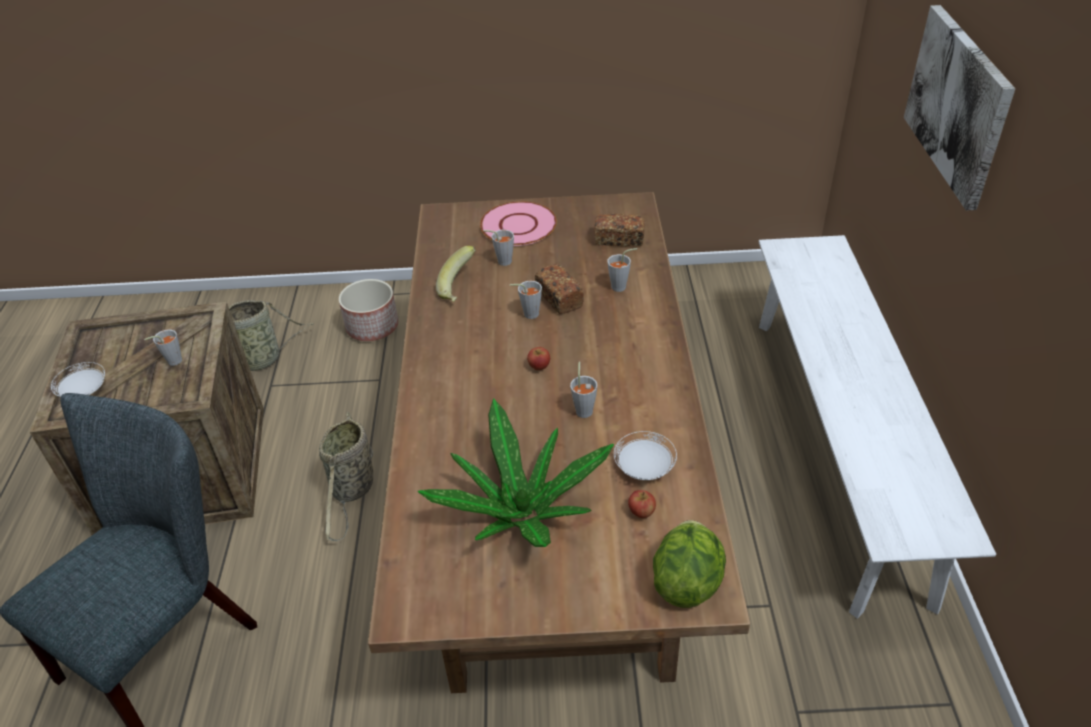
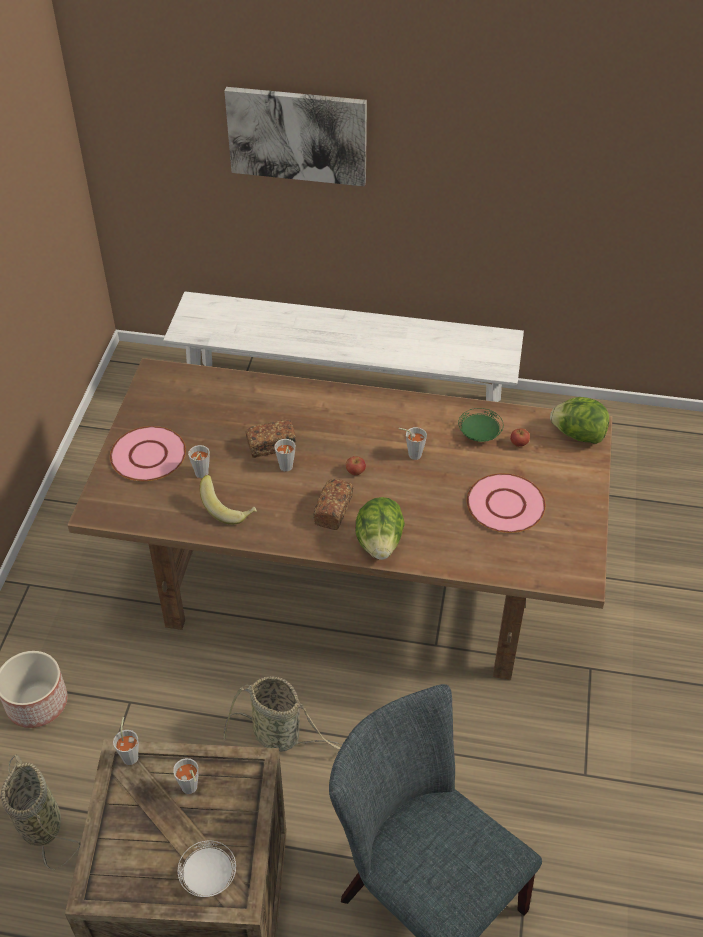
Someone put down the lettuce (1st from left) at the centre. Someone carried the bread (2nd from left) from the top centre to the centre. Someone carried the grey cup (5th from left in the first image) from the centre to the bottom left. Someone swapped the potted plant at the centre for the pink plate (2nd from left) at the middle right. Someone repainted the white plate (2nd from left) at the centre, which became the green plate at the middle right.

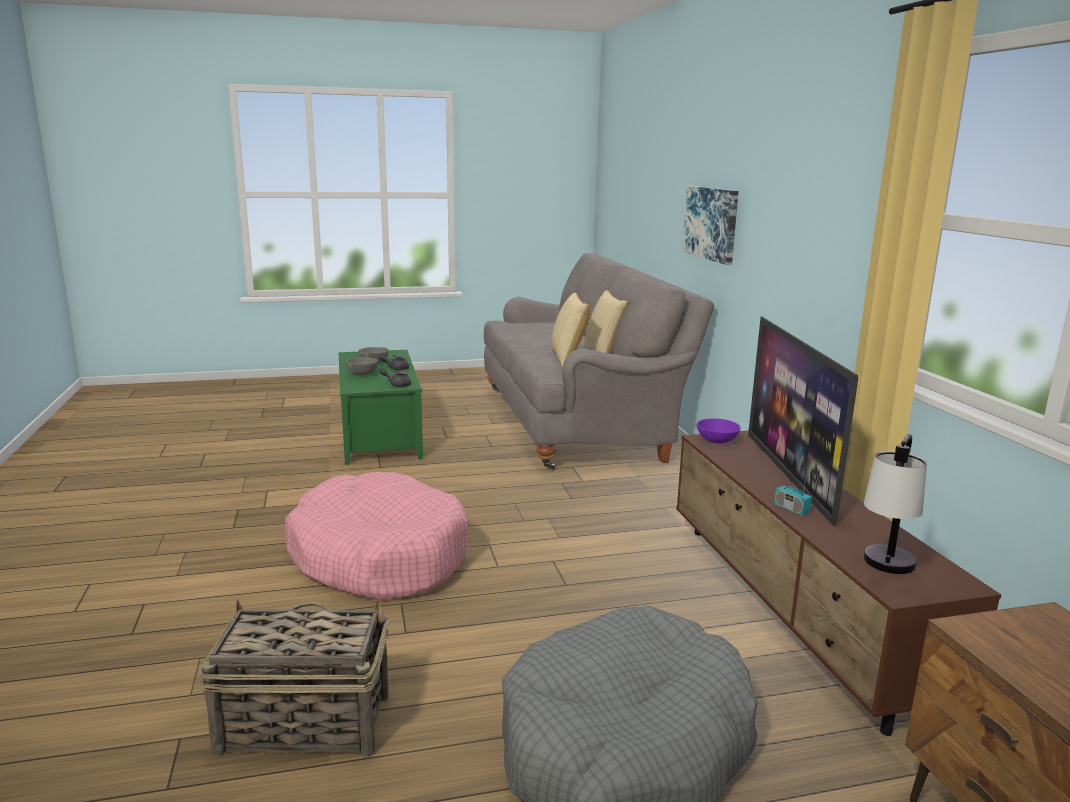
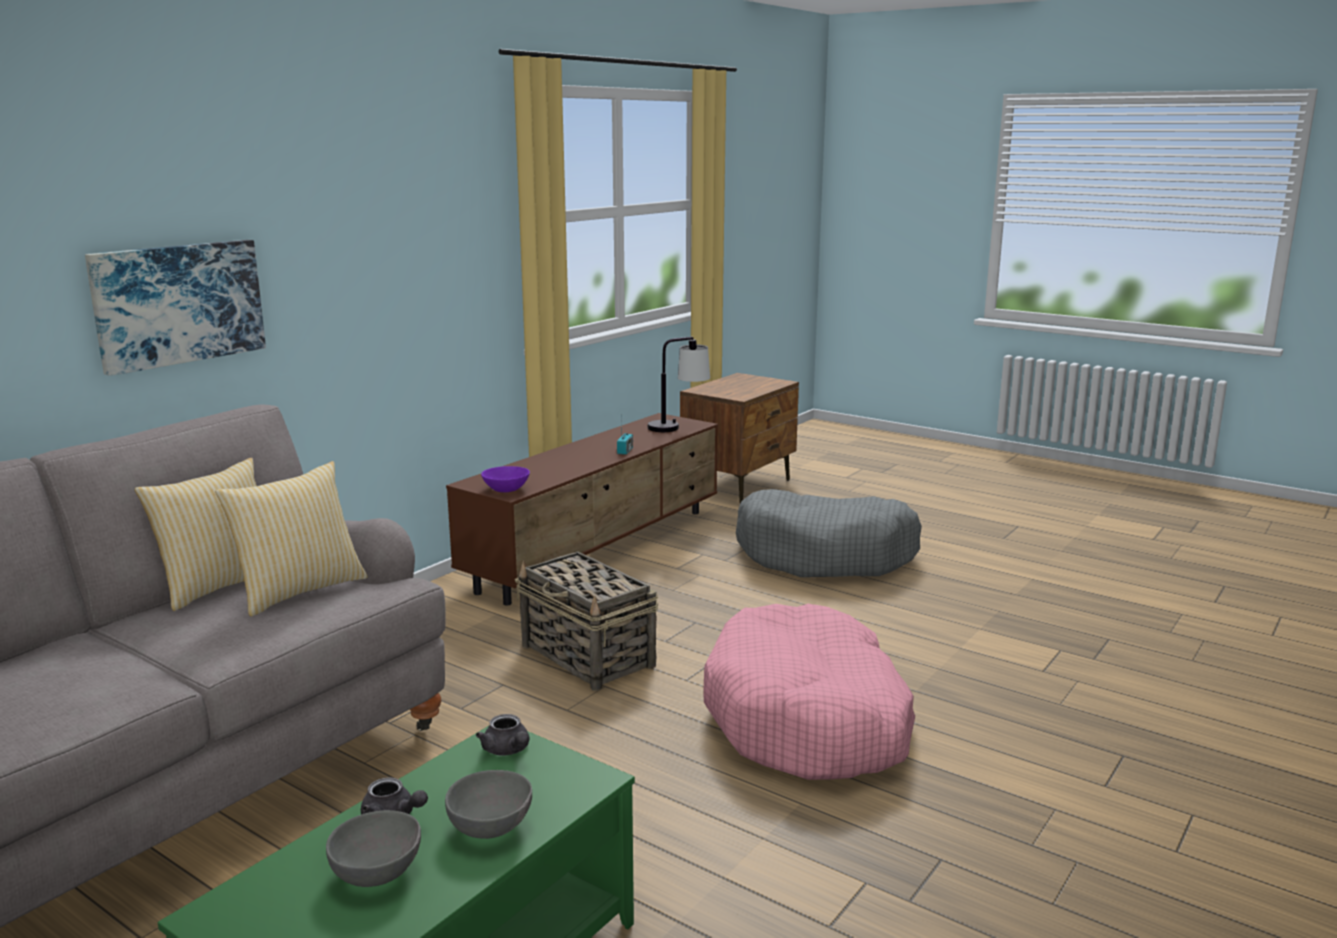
Someone took away the television at the middle right. Someone carried the basket from the bottom left to the centre.

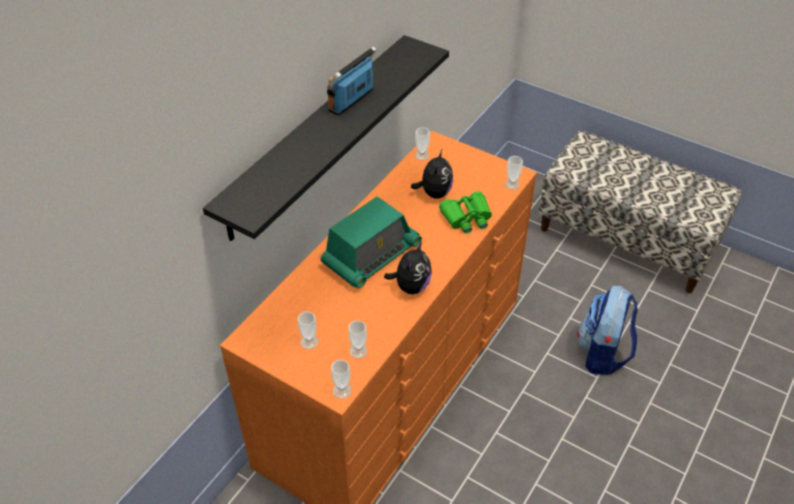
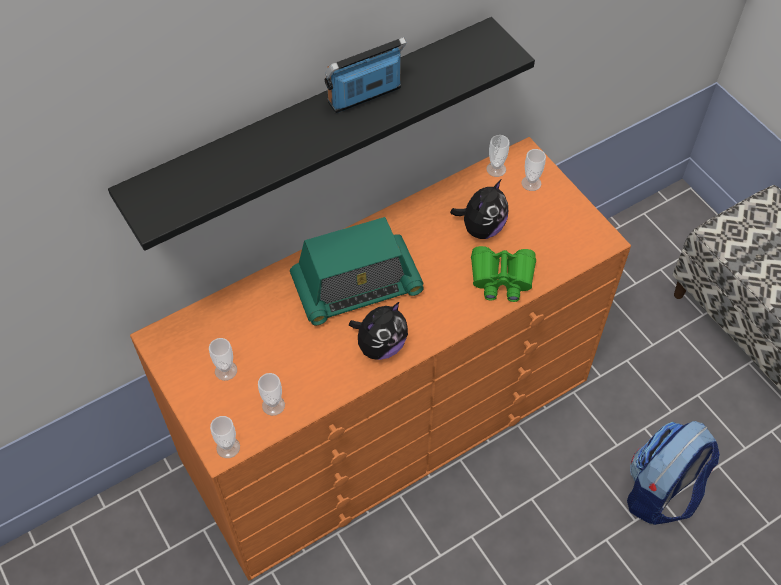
Someone carried the cup (5th from left) from the centre to the top right.

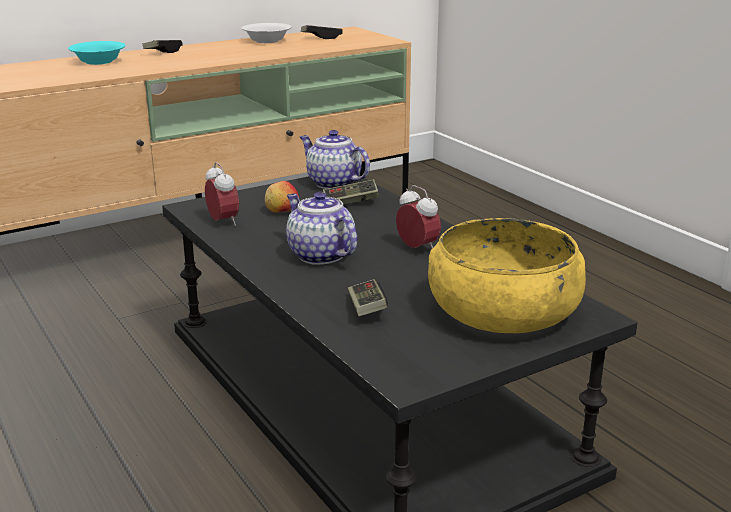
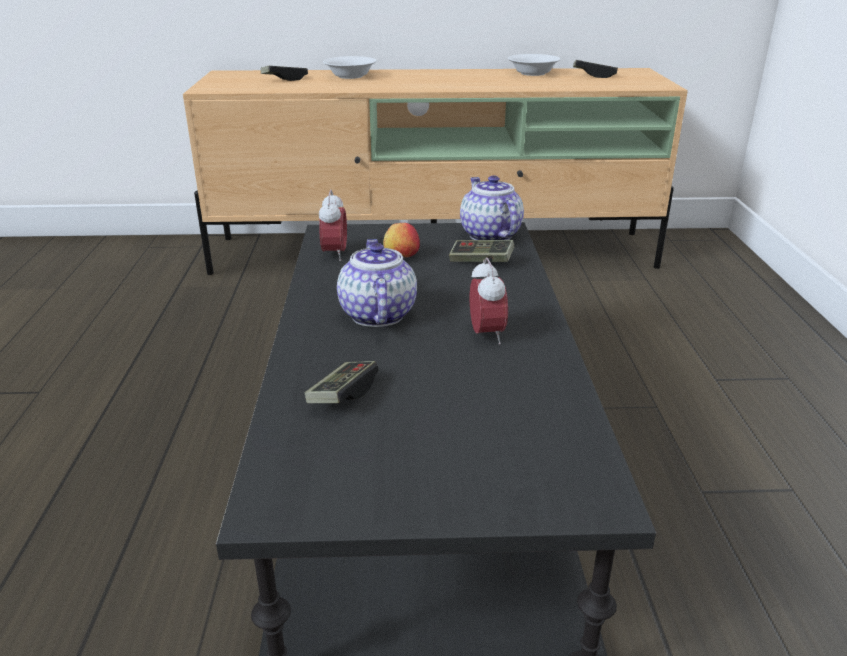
Someone took away the yellow bowl at the middle right. Someone carried the game controller (1st from left) from the top left to the top centre. Someone repainted the turquoise bowl at the top left, which became the white bowl (1st from left) at the top centre.

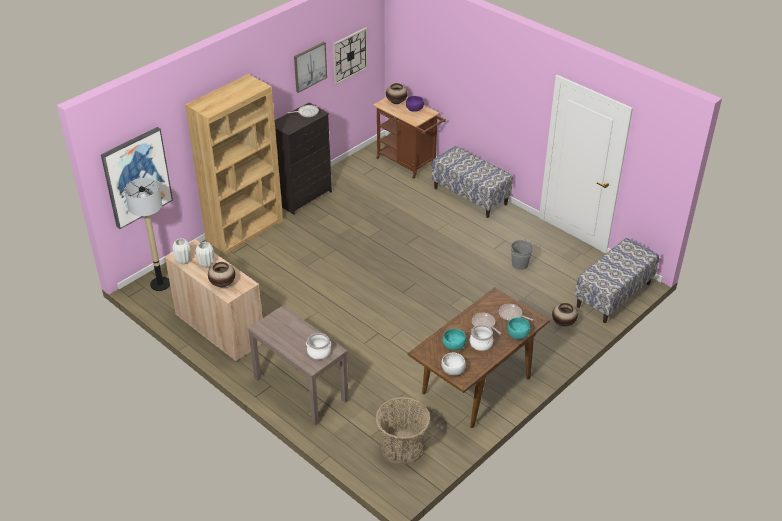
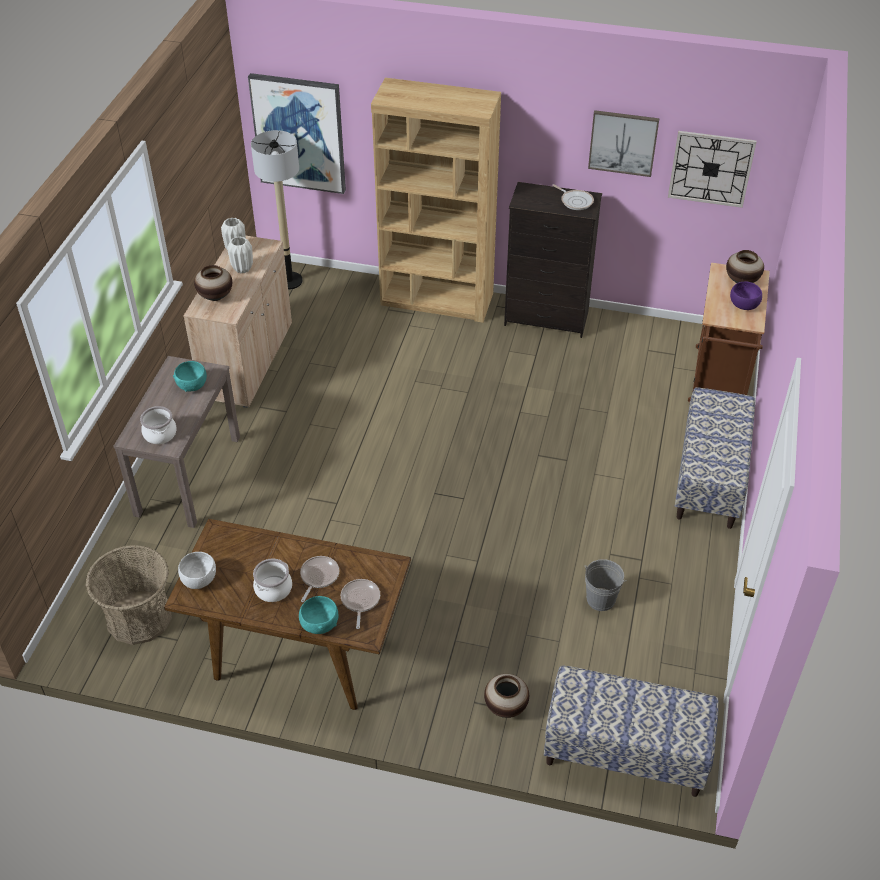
Someone carried the turquoise bowl (1st from left) from the centre to the middle left.

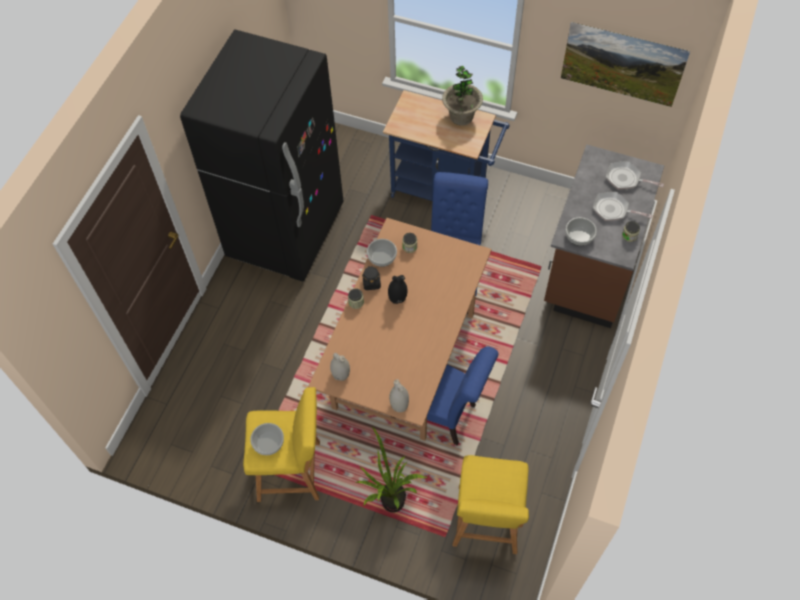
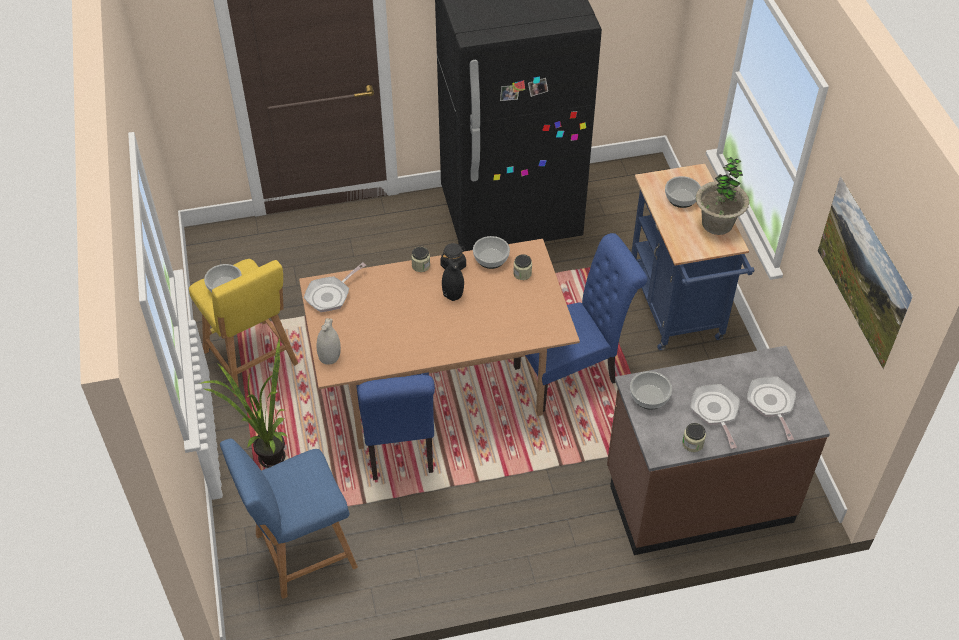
Someone put down the bowl (4th from left) at the top right. Someone swapped the white vase (1st from left) at the centre for the frying pan (1st from left) at the centre. Someone repainted the yellow stool (2nd from left) at the bottom centre, which became the blue stool at the bottom left.

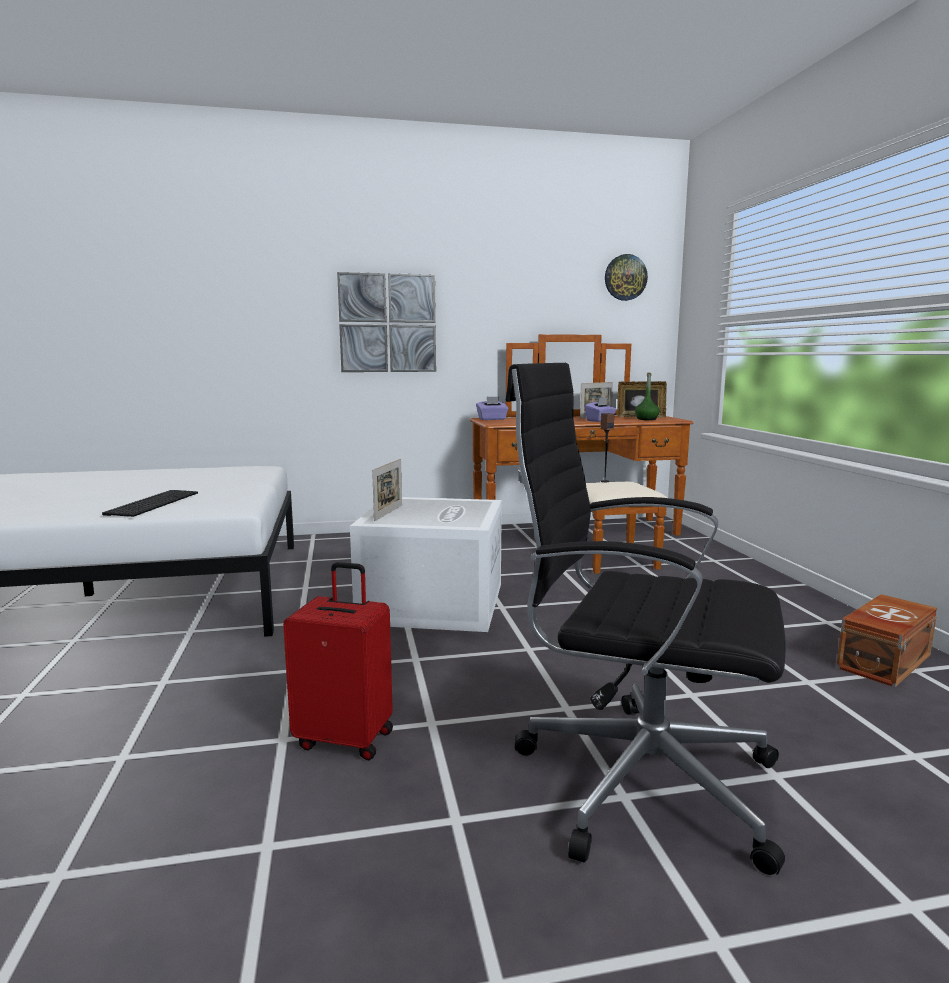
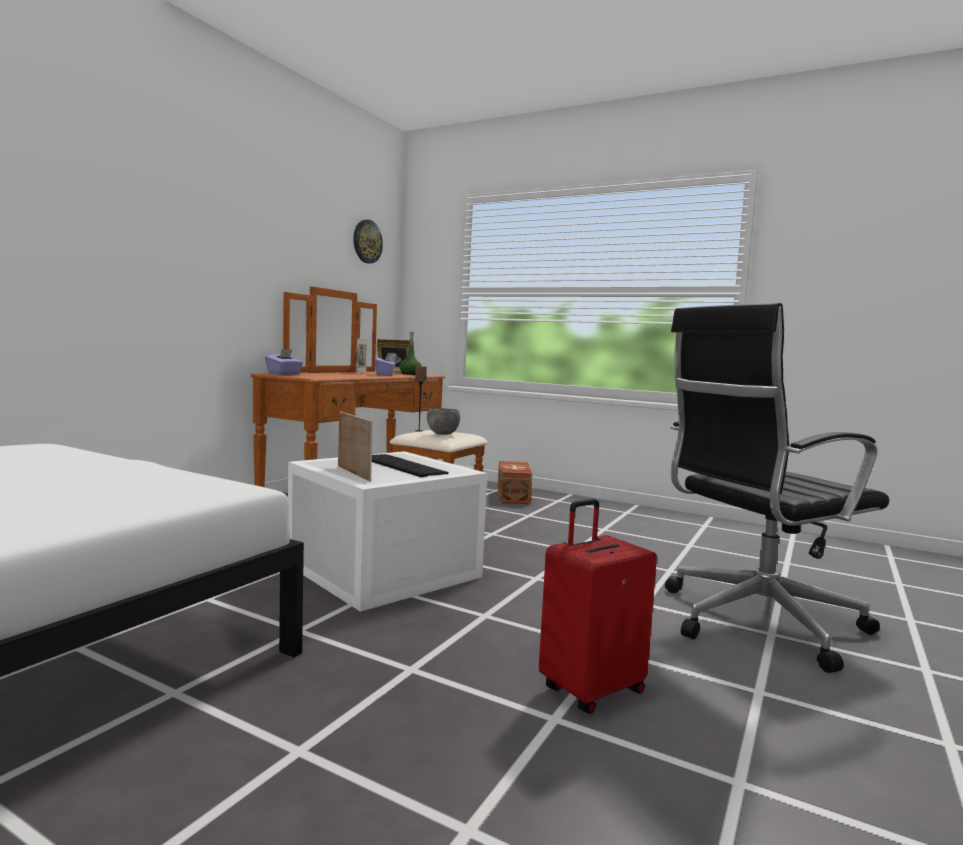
Someone took away the picture at the top centre. Someone put down the grey bowl at the centre. Someone carried the keyboard from the middle left to the centre. Someone carried the brown storage box from the middle right to the centre.

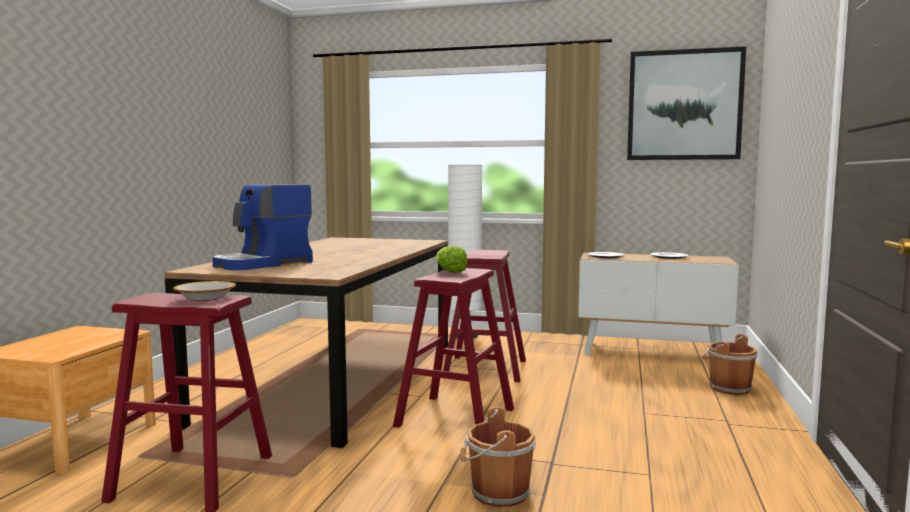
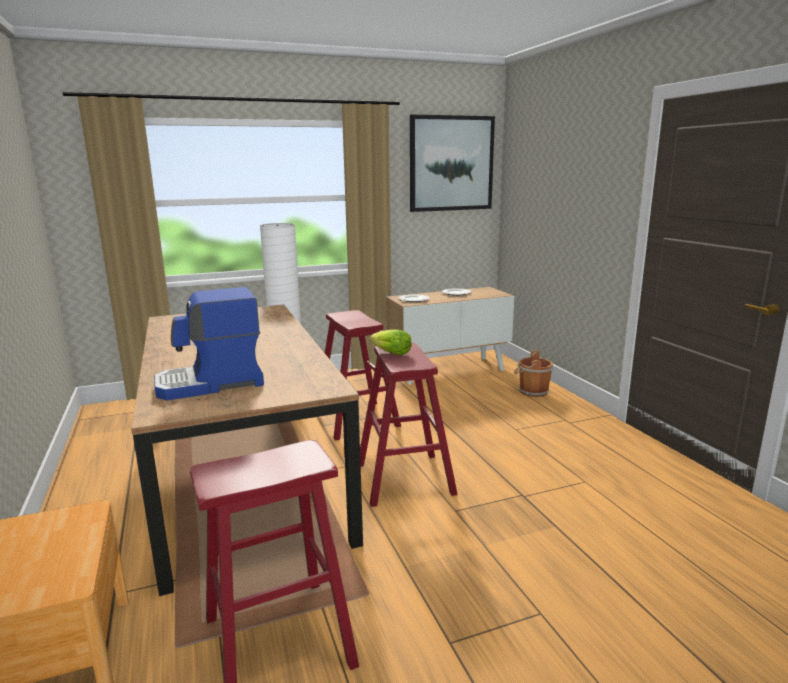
Someone took away the bowl at the middle left. Someone took away the brown bucket (1st from left) at the bottom centre. Someone rotated the coffee machine at the middle left by 60 degrees clockwise.

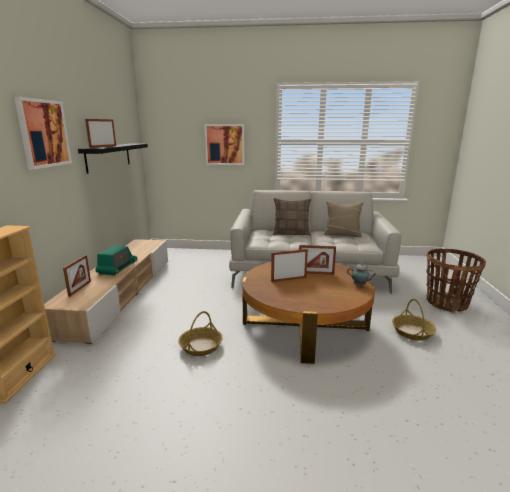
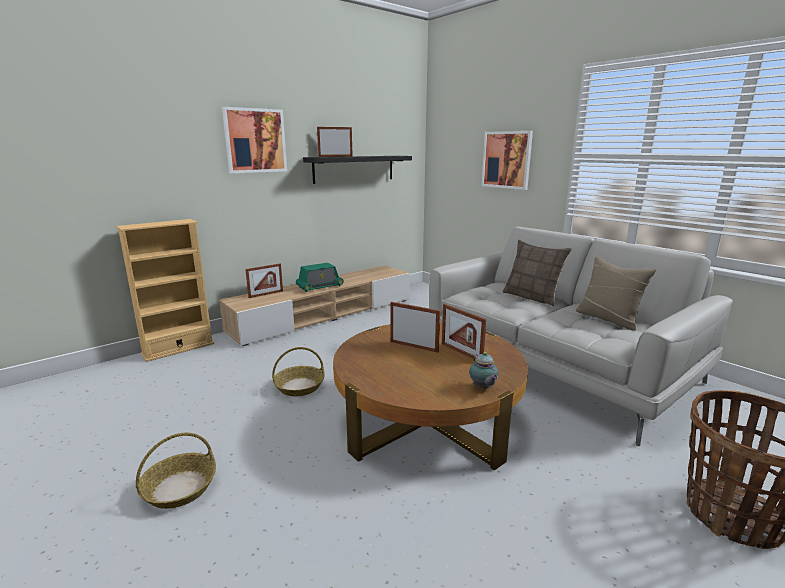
Someone carried the basket (2nd from left in the first image) from the middle right to the bottom left.

